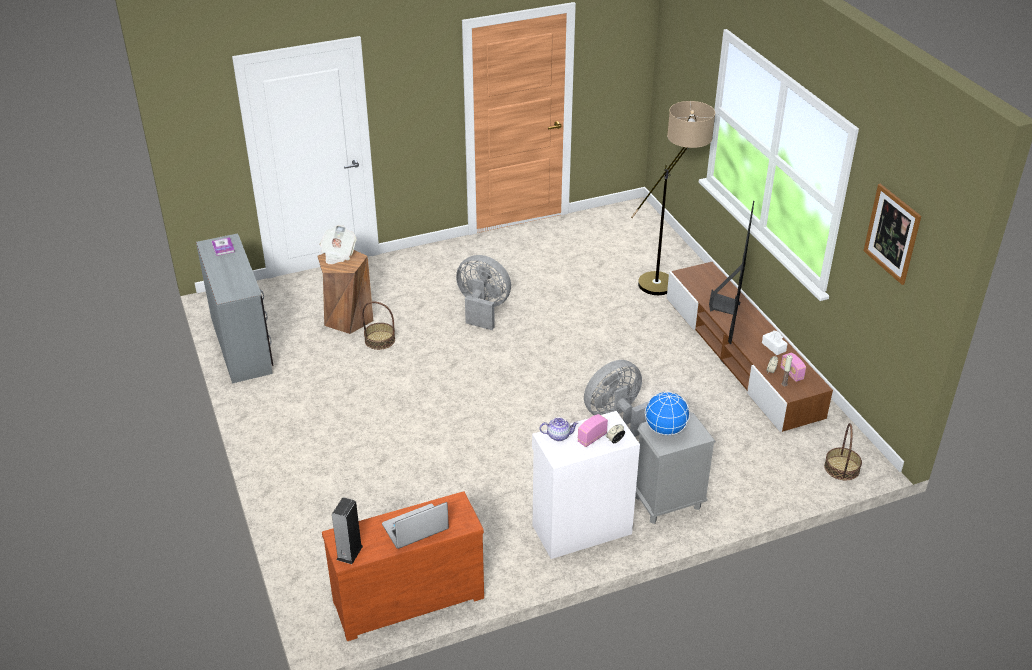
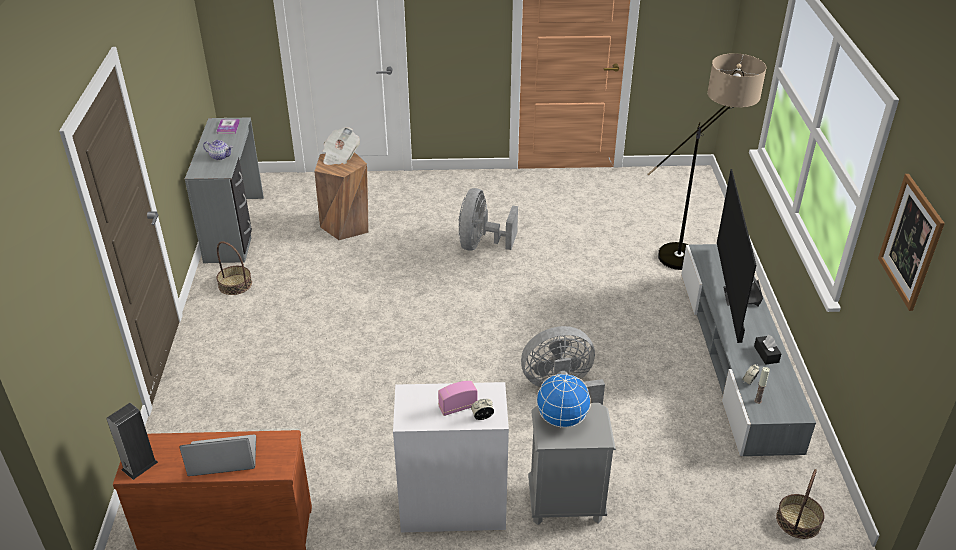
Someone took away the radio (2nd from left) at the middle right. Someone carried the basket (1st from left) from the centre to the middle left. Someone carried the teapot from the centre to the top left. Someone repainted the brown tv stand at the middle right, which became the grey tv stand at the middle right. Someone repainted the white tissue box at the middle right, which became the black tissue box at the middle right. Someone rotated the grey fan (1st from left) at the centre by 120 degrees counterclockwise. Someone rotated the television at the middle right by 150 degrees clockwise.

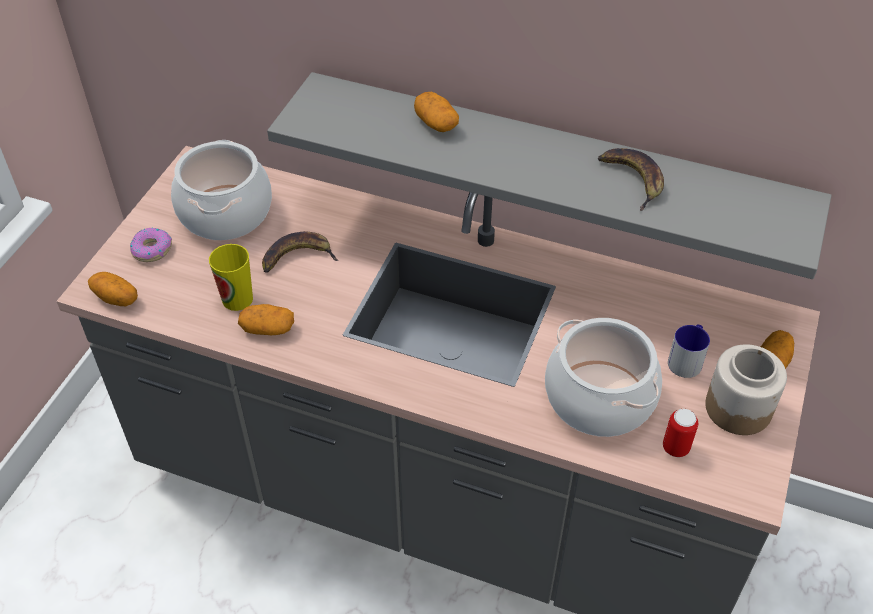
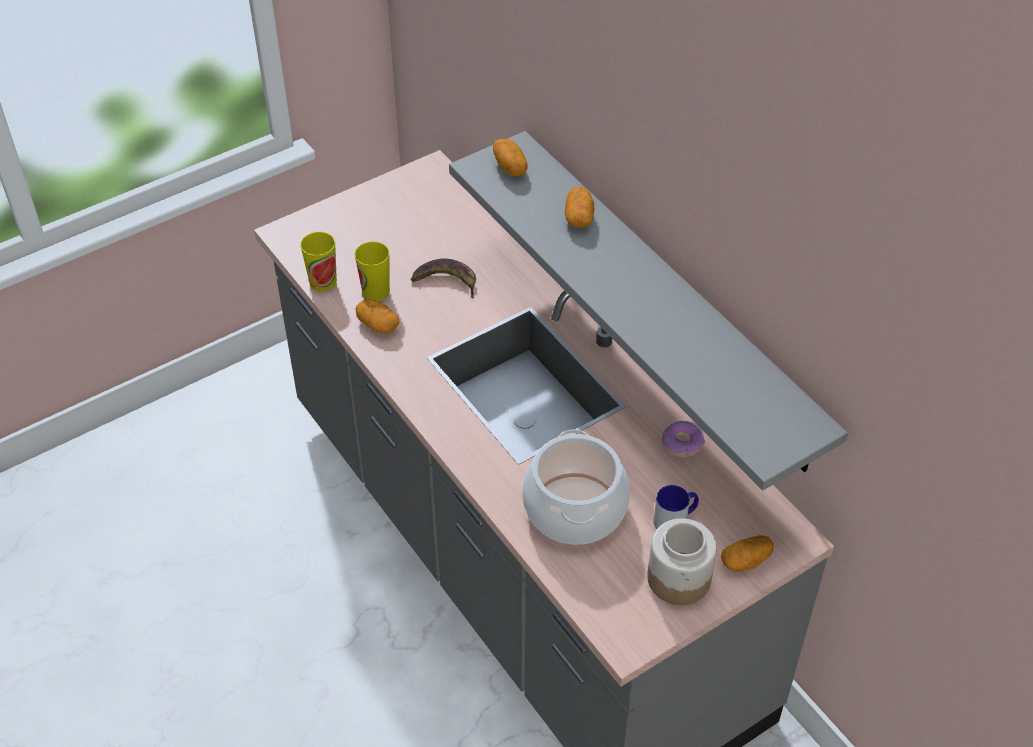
Someone took away the cooking pot (1st from left) at the top left. Someone took away the banana (2nd from left) at the top right. Someone took away the can at the bottom right. Someone put down the cup (1st from left) at the middle left. Someone carried the potato (1st from left in the first image) from the middle left to the top centre. Someone carried the donut from the middle left to the centre.

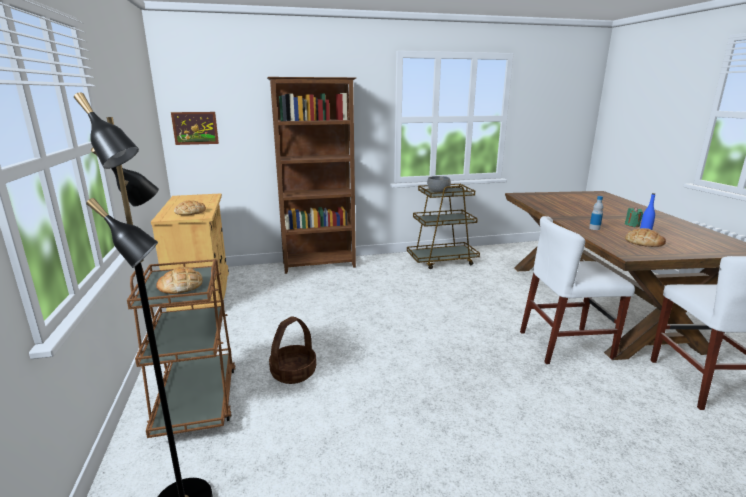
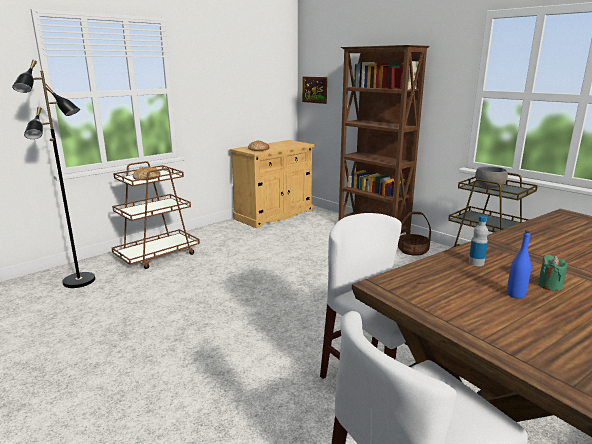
Someone took away the bread (3rd from left) at the middle right. Someone carried the basket from the bottom centre to the middle right.

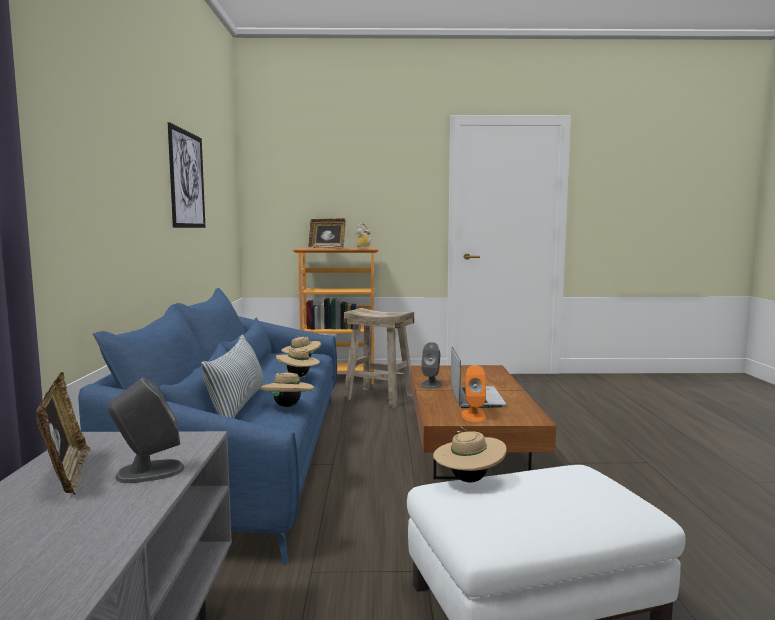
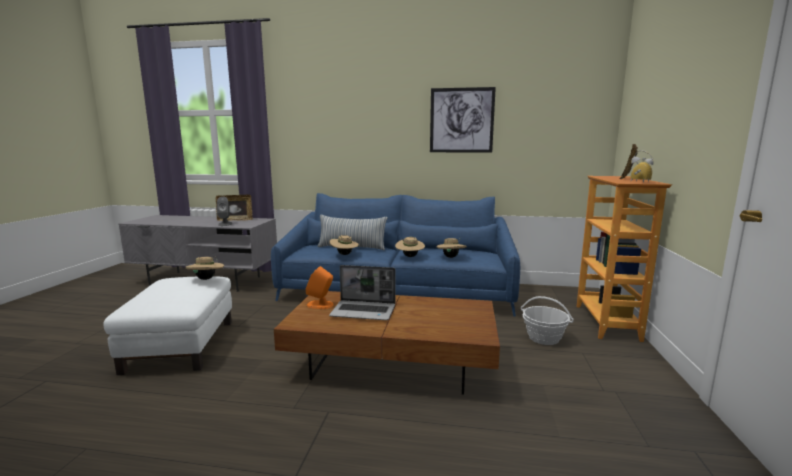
Someone took away the grey speaker (2nd from left) at the centre. Someone swapped the beige stool at the centre for the basket at the bottom right.

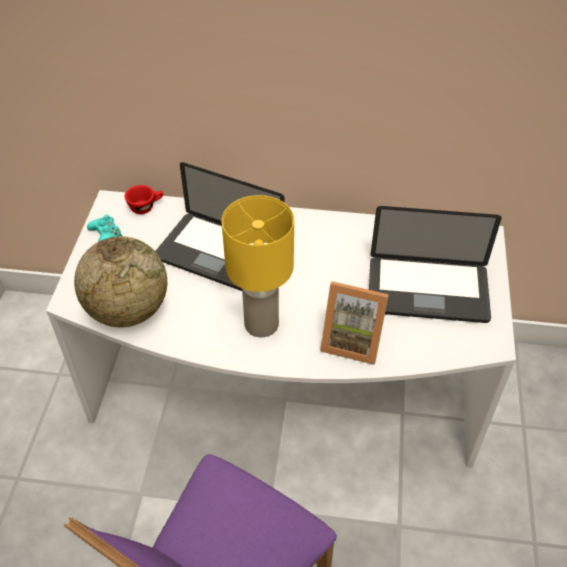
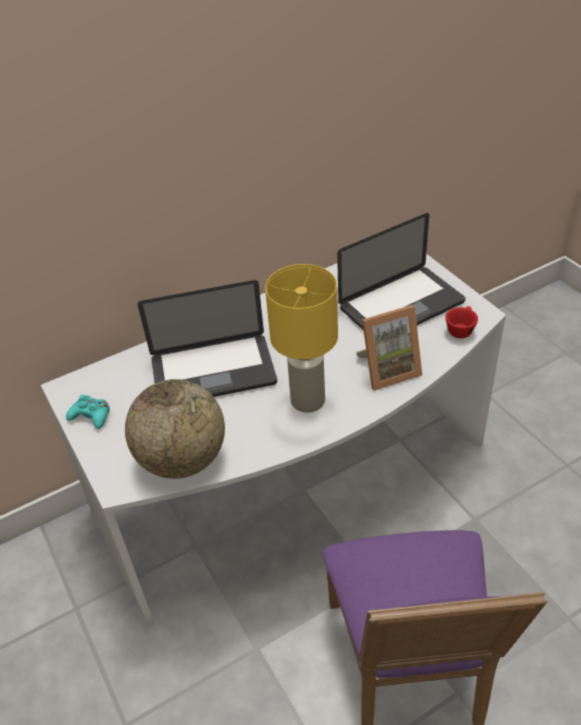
Someone carried the red cup from the middle left to the middle right.

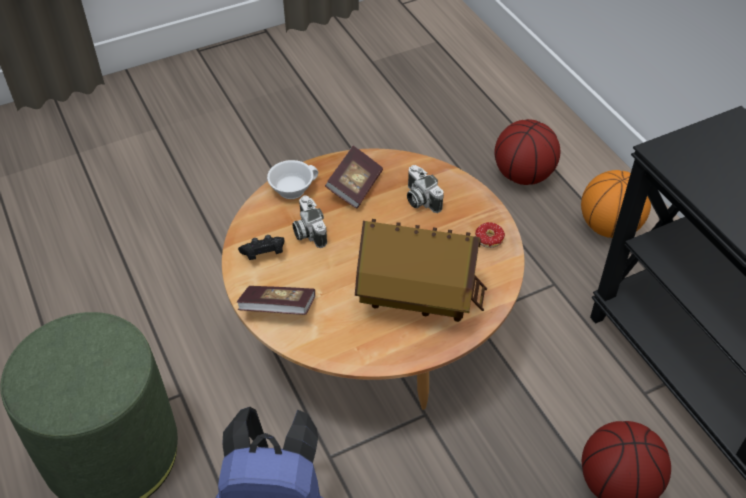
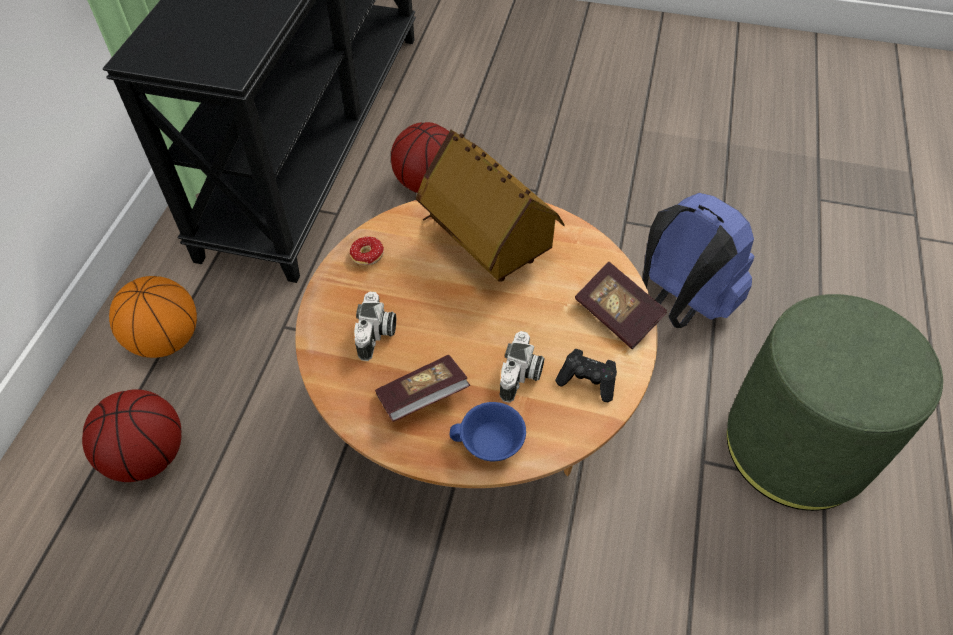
Someone repainted the white cup at the centre, which became the blue cup at the bottom centre.

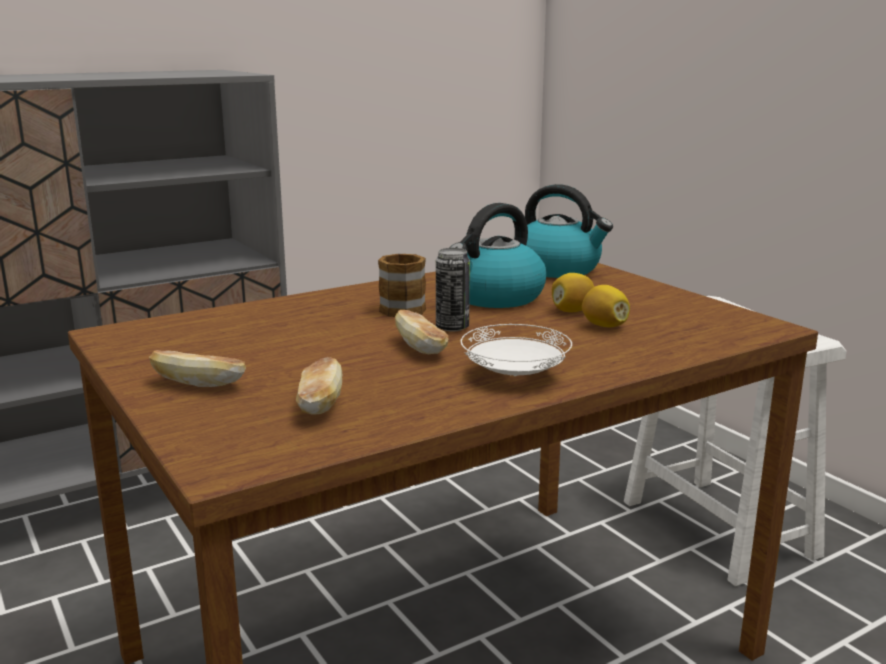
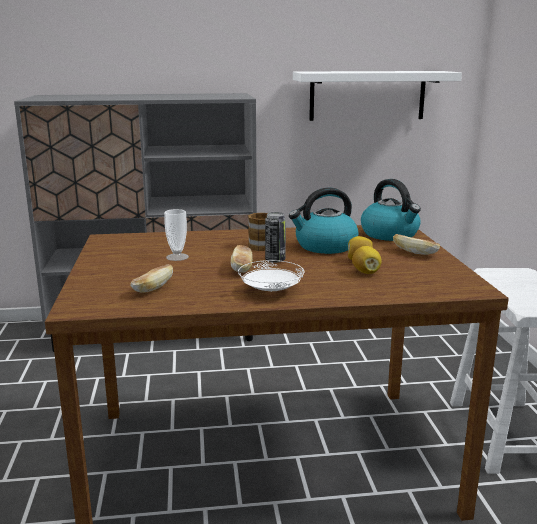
Someone put down the cup at the middle left. Someone put up the white shelf at the top right. Someone carried the bread (1st from left in the first image) from the middle left to the middle right.

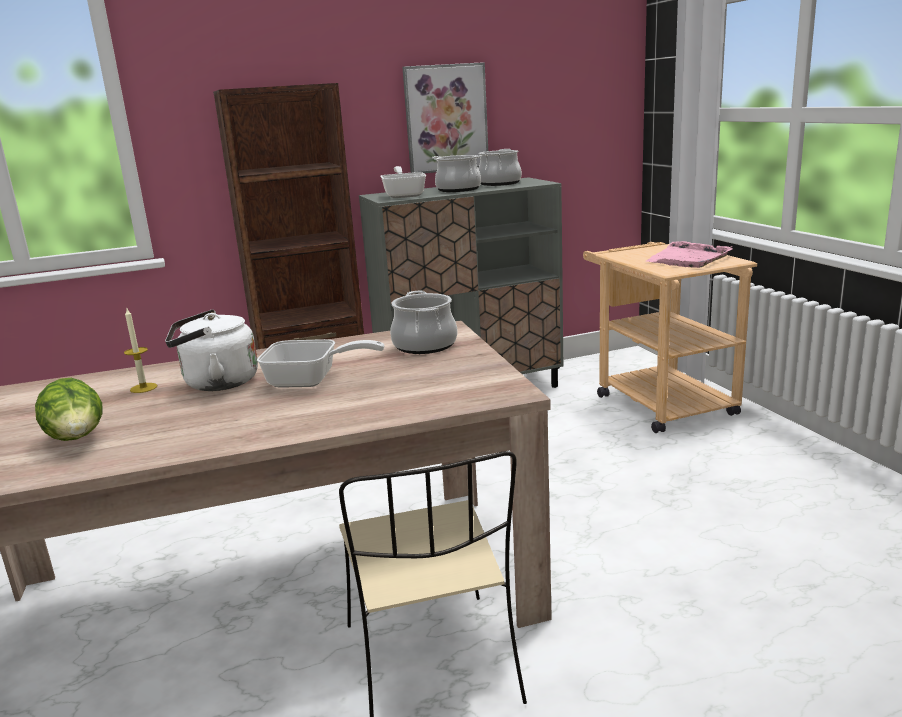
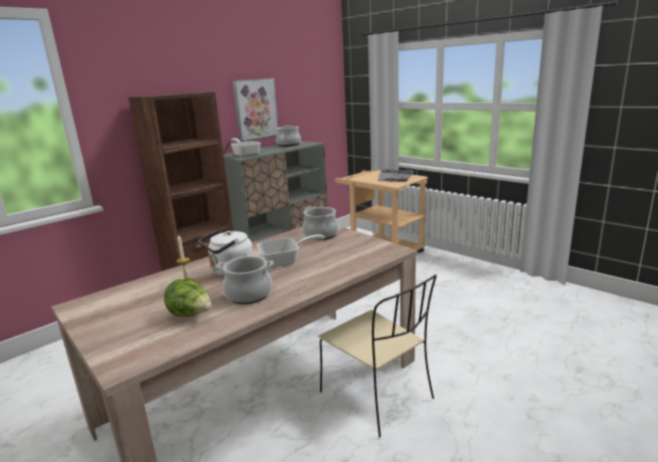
Someone carried the cooking pot (2nd from left in the first image) from the top centre to the centre. Someone repainted the pink tray at the middle right, which became the grey tray at the centre.

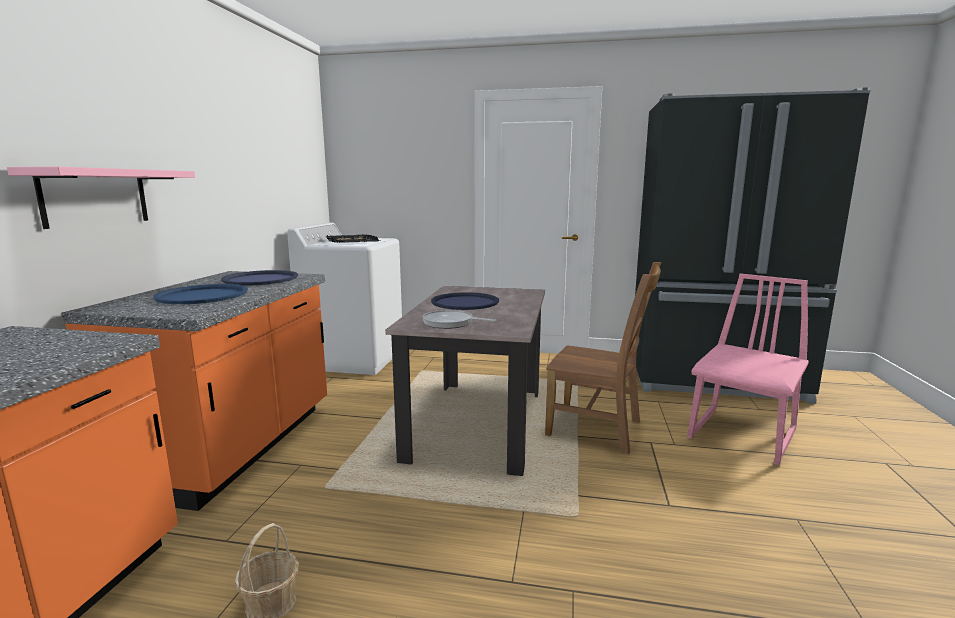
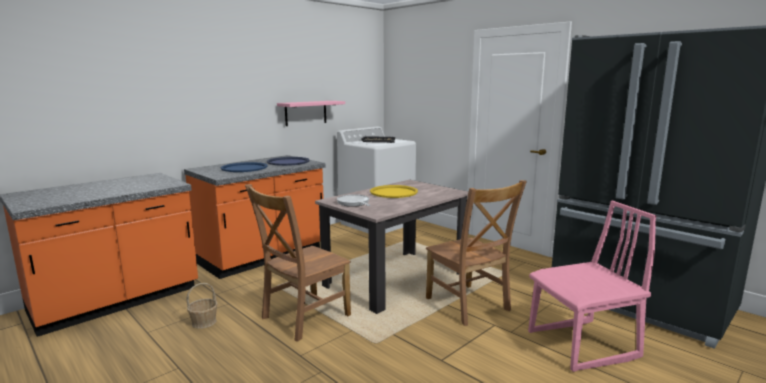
Someone put down the brown chair (1st from left) at the bottom centre. Someone carried the pink shelf from the top left to the top centre. Someone repainted the blue tray (3rd from left) at the centre, which became the yellow tray at the centre.

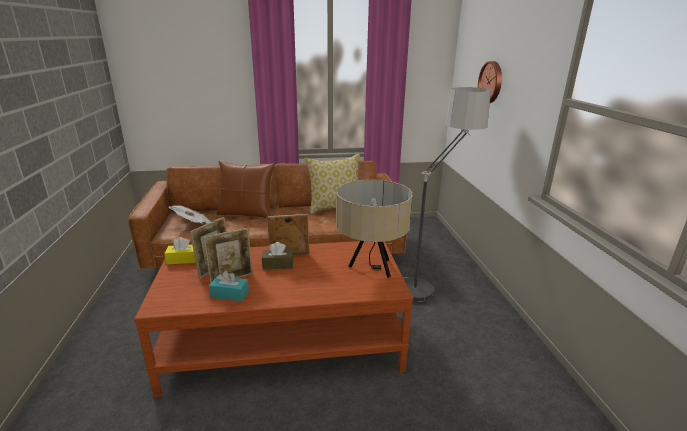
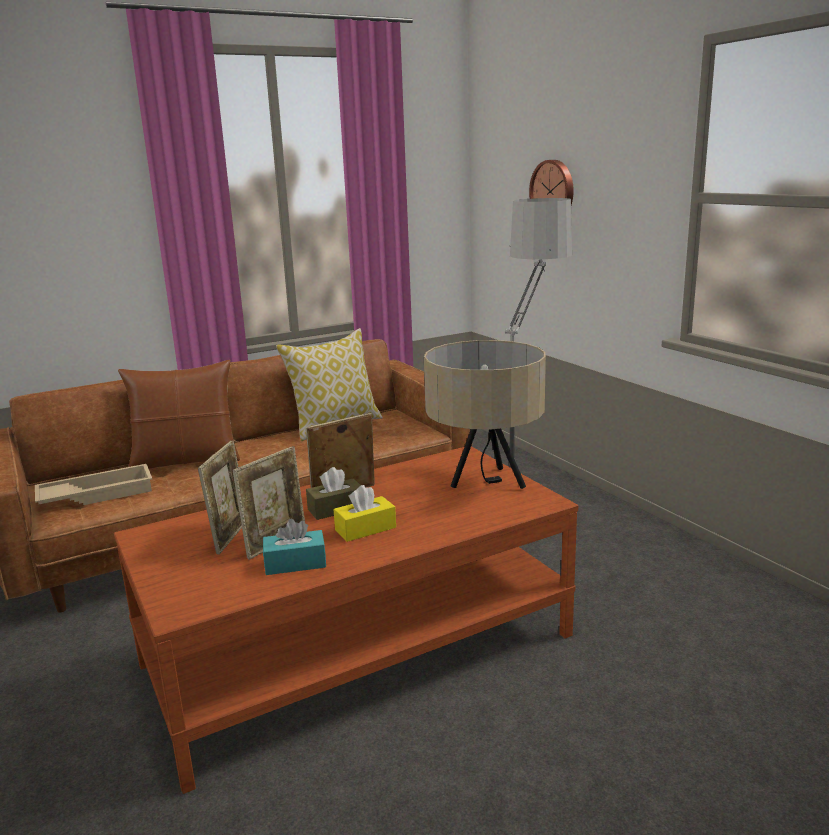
Someone carried the yellow tissue box from the middle left to the centre. Someone swapped the newspaper at the middle left for the beige tray at the middle left.

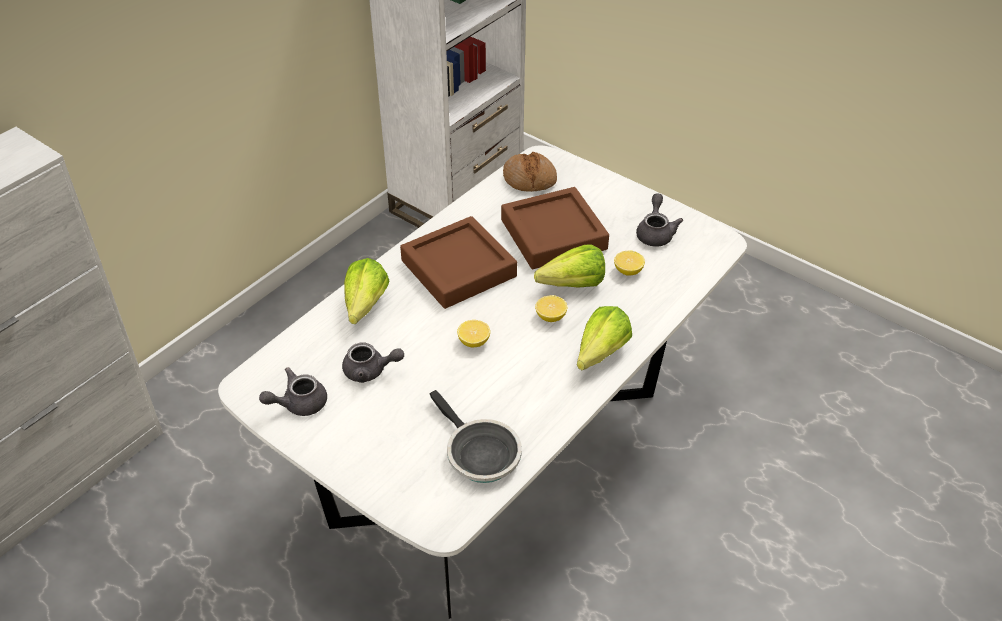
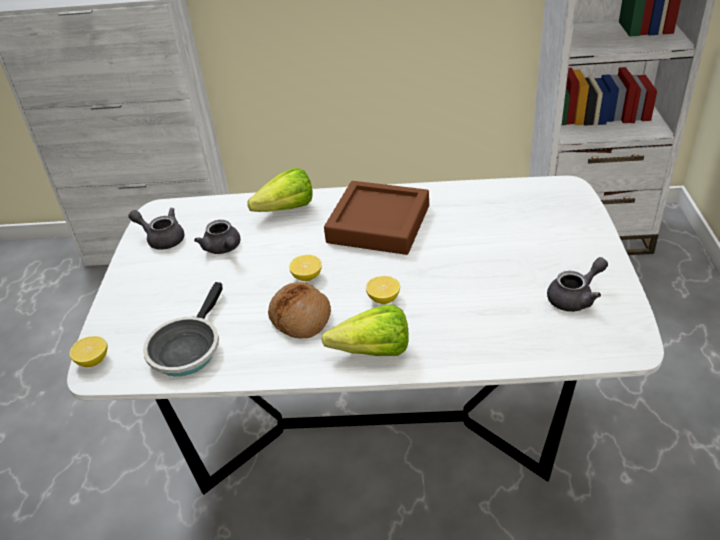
Someone took away the brown tray (2nd from left) at the centre. Someone took away the lettuce (2nd from left) at the centre. Someone carried the bread from the top centre to the centre. Someone carried the lemon (3rd from left in the first image) from the centre to the middle left.

